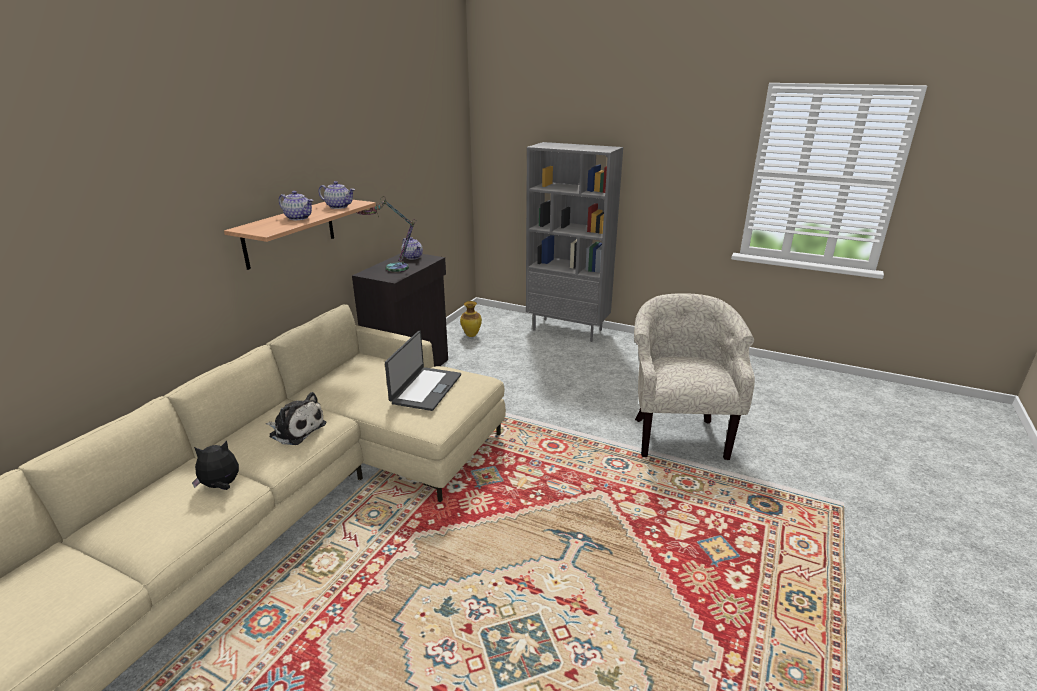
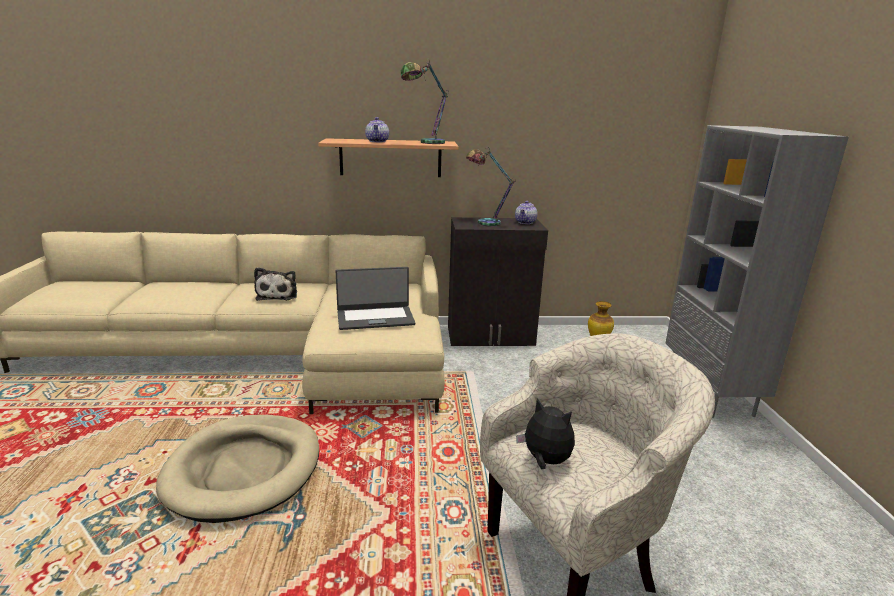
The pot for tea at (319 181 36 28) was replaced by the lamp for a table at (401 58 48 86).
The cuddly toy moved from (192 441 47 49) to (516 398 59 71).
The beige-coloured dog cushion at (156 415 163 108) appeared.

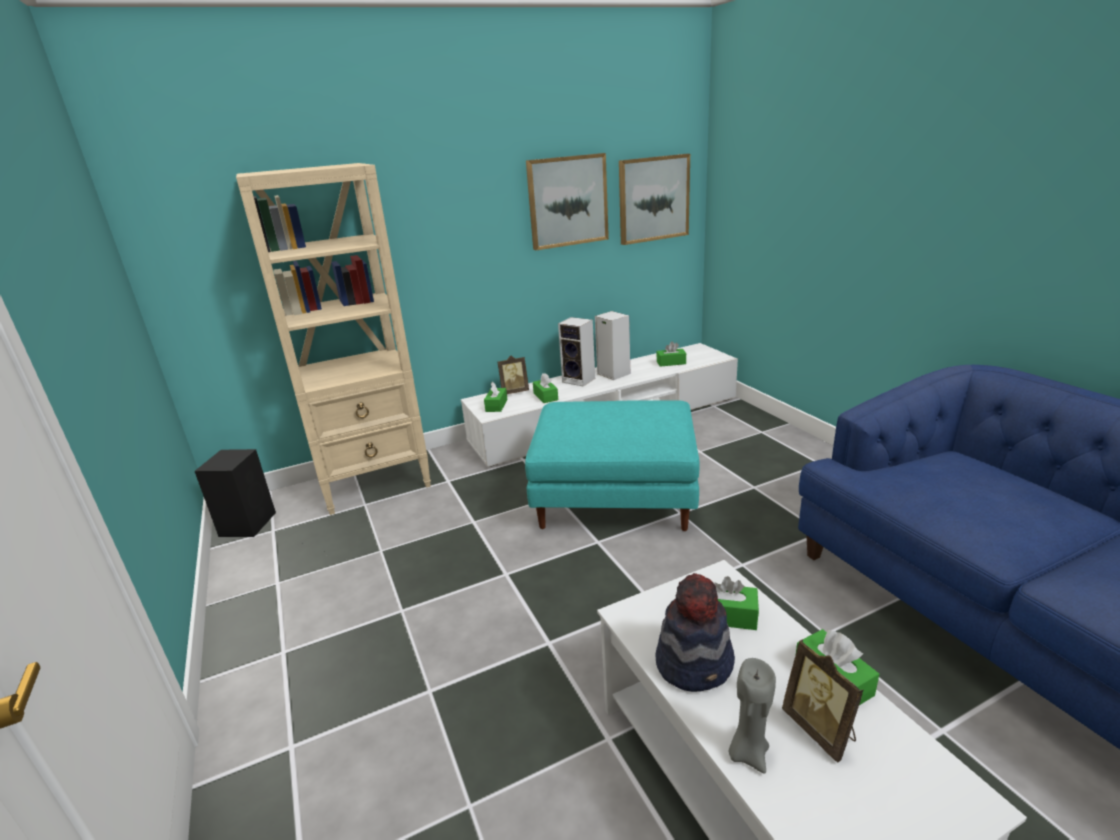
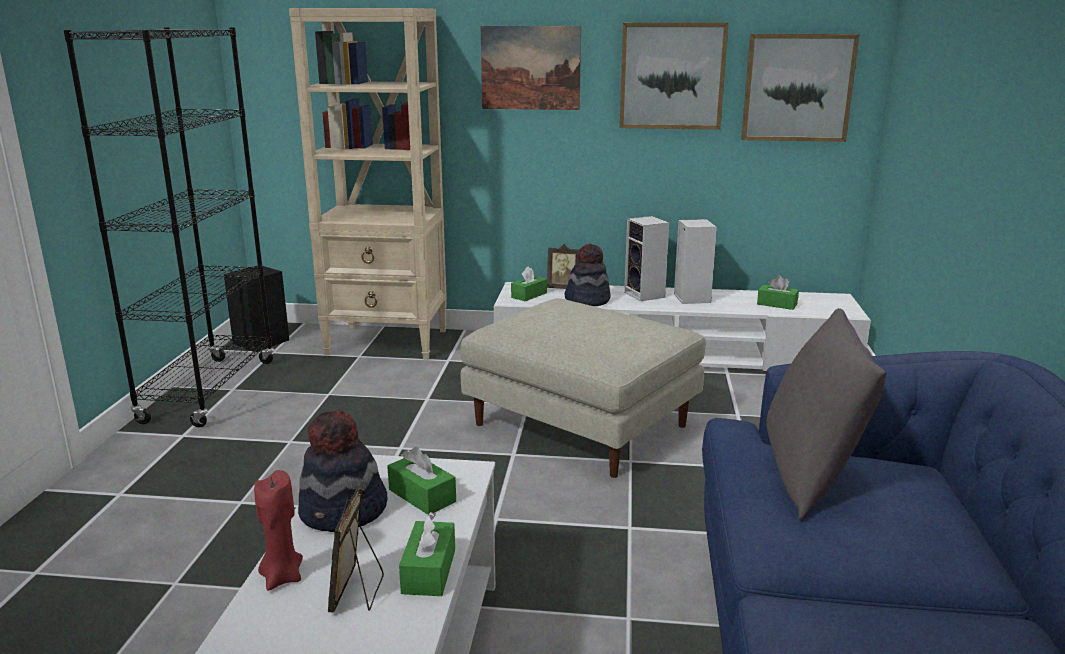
The green-coloured tissue holder at (533 373 25 30) was replaced by the hat at (564 244 47 62).
The blue-green footrest at (525 400 175 131) became the beige-coloured footrest at (461 298 244 180).
The greyish wax light at (729 658 47 116) became the red-coloured wax light at (254 470 49 121).
The wall art at (481 26 100 84) appeared.
The black-coloured shelving unit at (64 27 210 400) appeared.
The greyish cushion at (767 308 119 211) appeared.

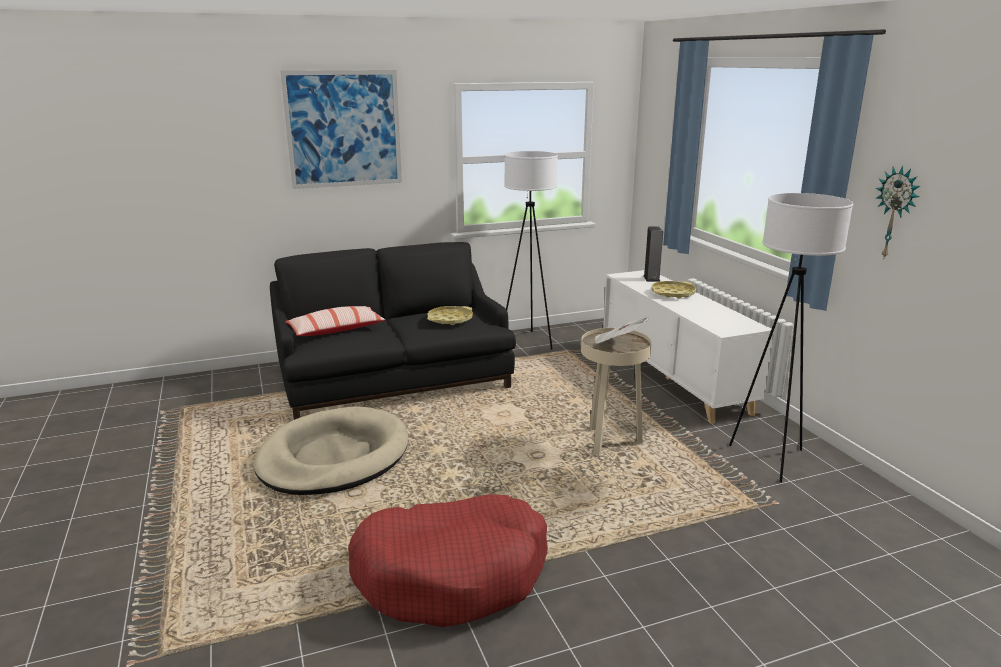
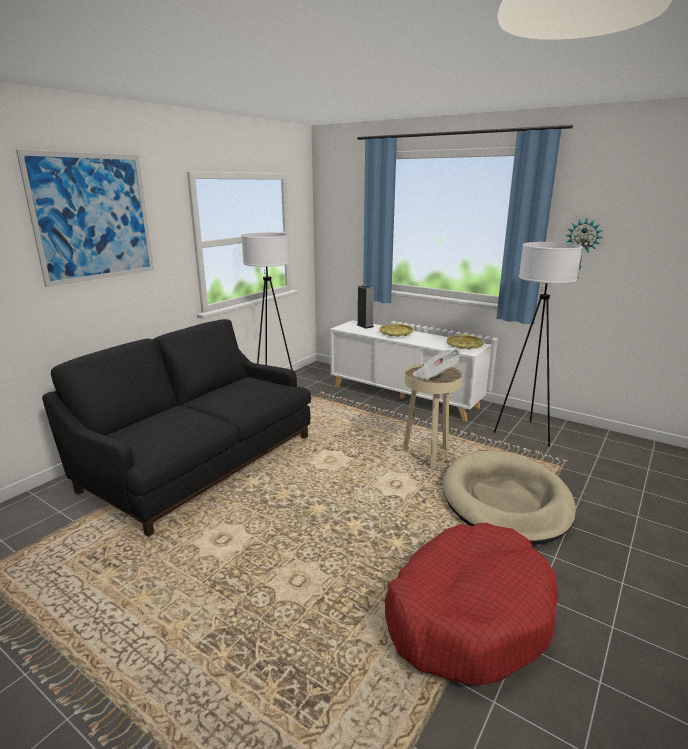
The cushion at (285 306 100 30) disappeared.
The yellowish serving tray moved from (427 306 46 19) to (447 334 37 15).
The beige-coloured dog cushion moved from (254 406 154 89) to (443 451 133 94).

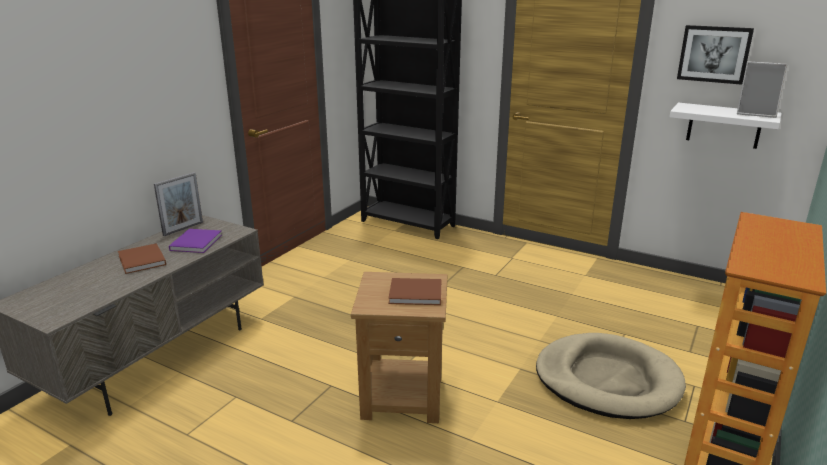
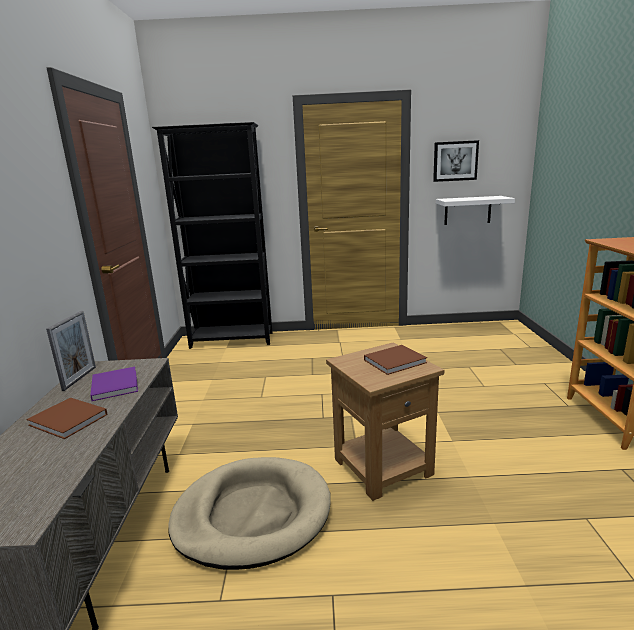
The photo frame at (737 61 51 57) disappeared.
The beige-coloured dog cushion moved from (536 333 150 86) to (168 457 163 113).

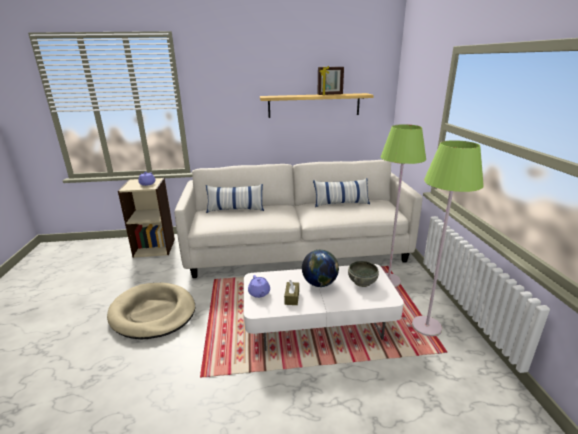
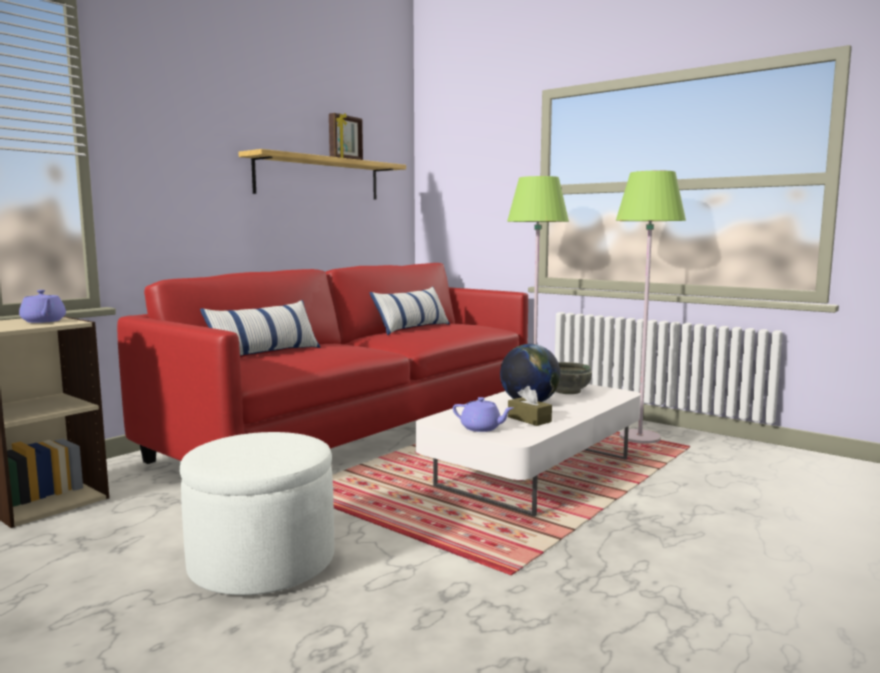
The white sofa at (174 160 248 118) became the red-coloured sofa at (117 263 411 201).
The beige-coloured dog cushion at (107 283 88 56) was replaced by the white footrest at (180 432 154 163).

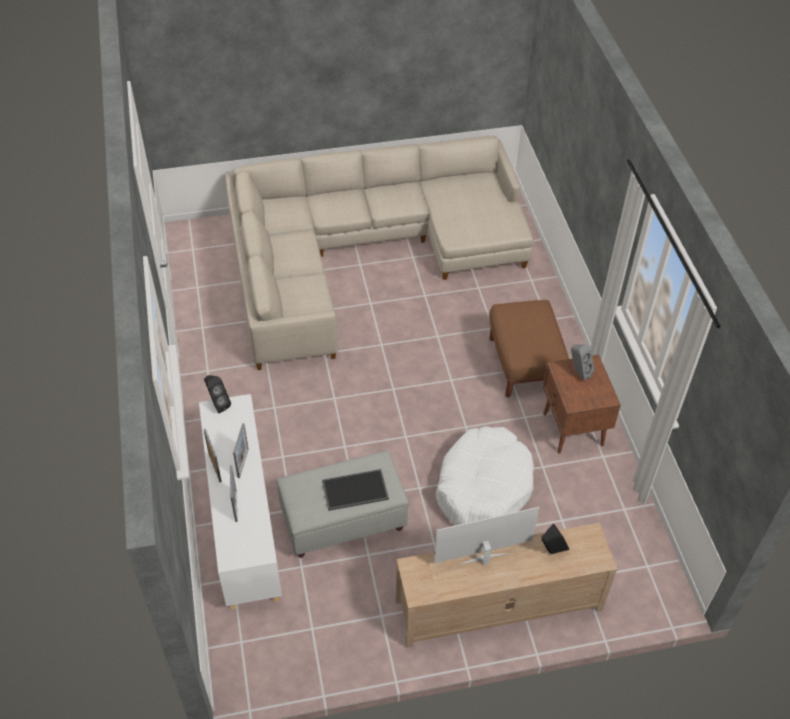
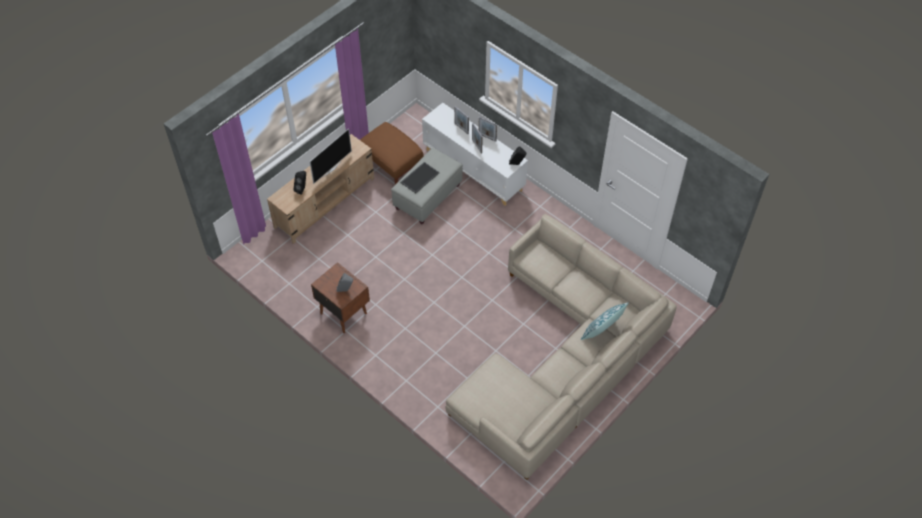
The brownish footrest moved from (489 300 80 98) to (360 122 64 63).
The white dog cushion at (436 426 98 99) disappeared.
The cushion at (581 302 47 38) appeared.

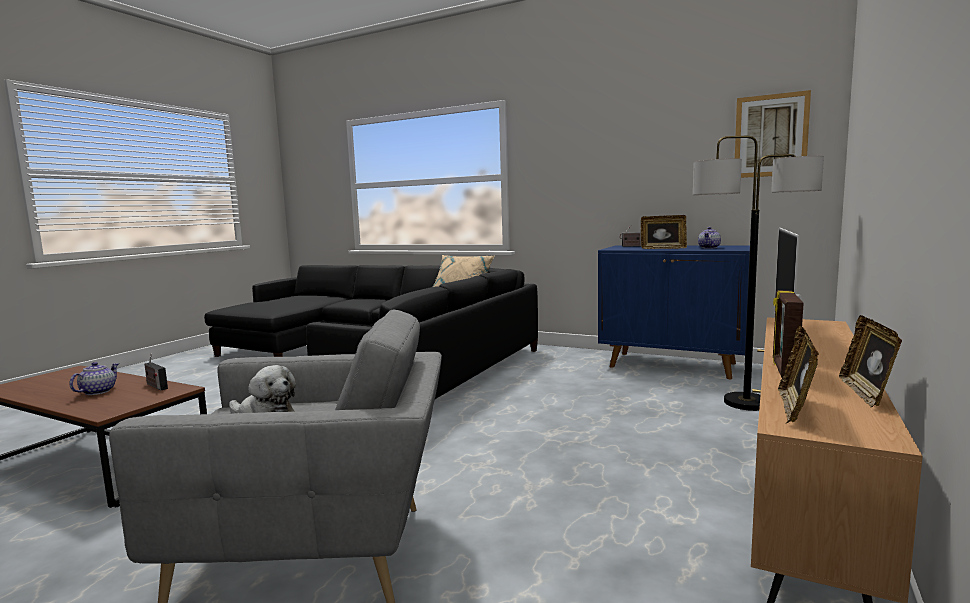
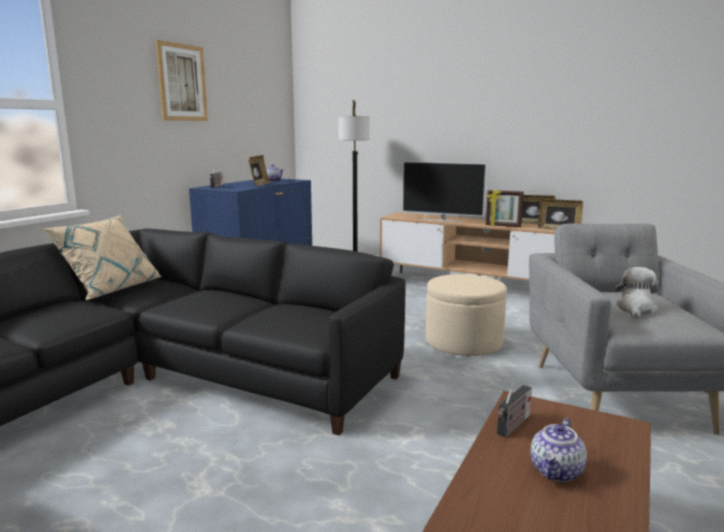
The wall art moved from (735 90 76 88) to (155 40 53 81).
The pot for tea at (69 362 51 33) turned 75 degrees counterclockwise.
The beige-coloured footrest at (426 274 81 83) appeared.

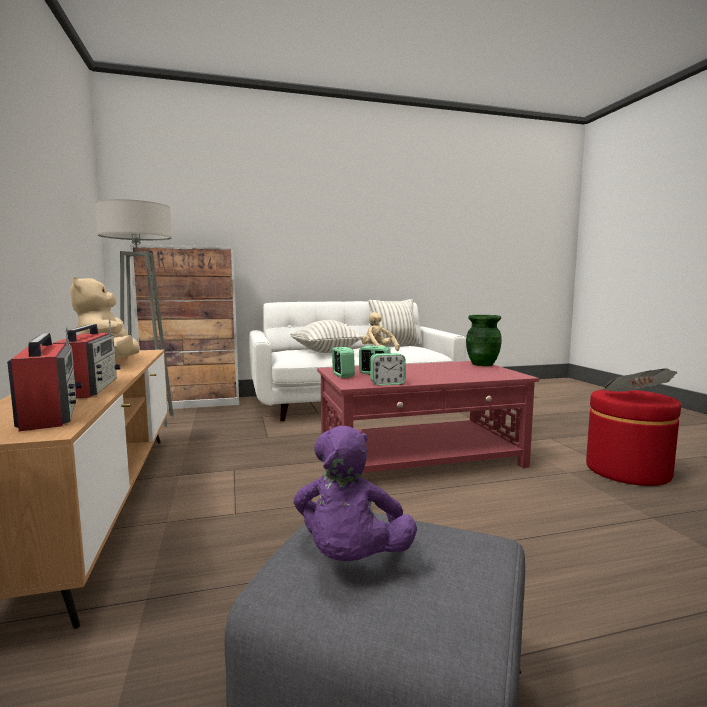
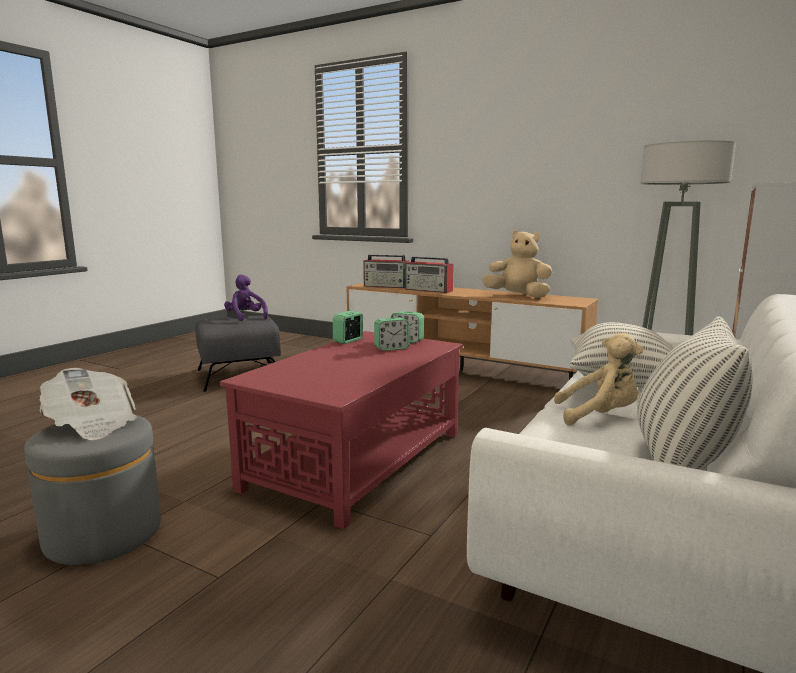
The green-coloured decorative vase at (466 315 36 51) disappeared.
The red-coloured footrest at (586 390 95 96) became the greyish footrest at (24 415 137 150).

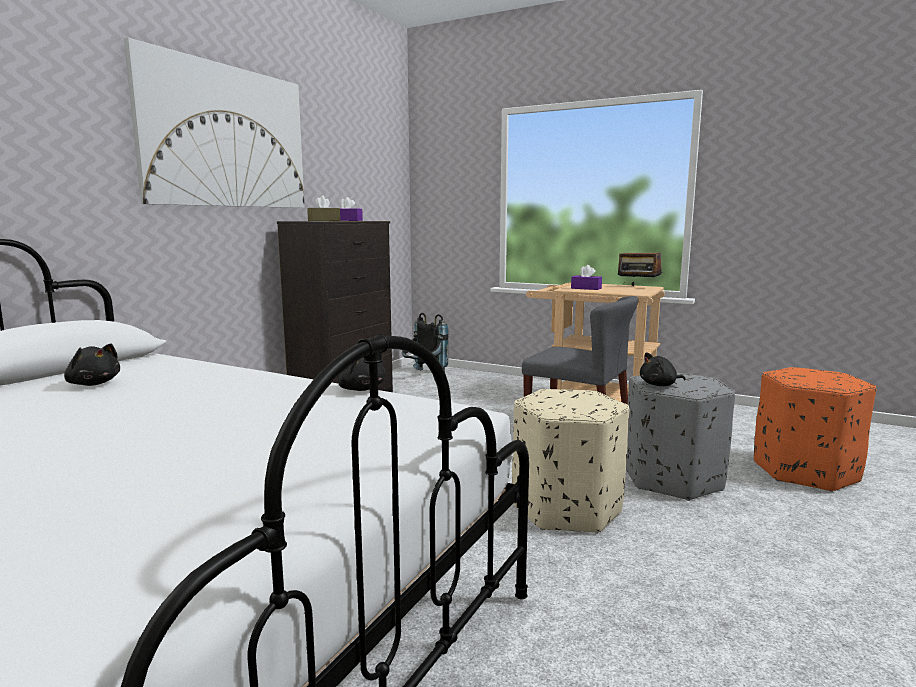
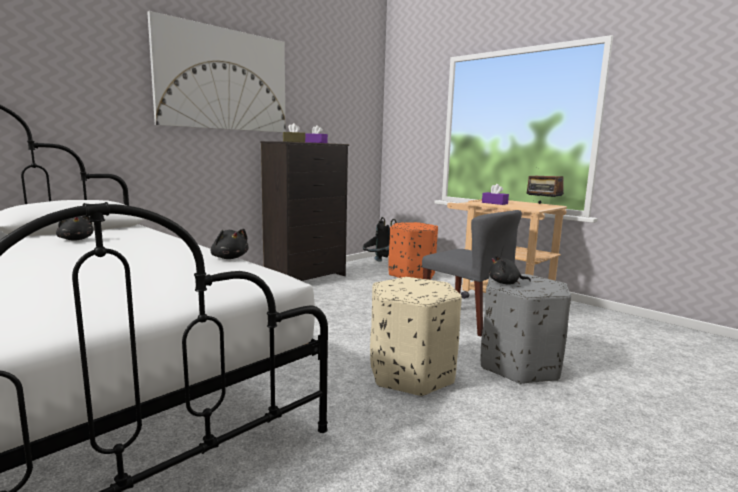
The orange-coloured footrest moved from (754 367 122 125) to (389 222 49 57).

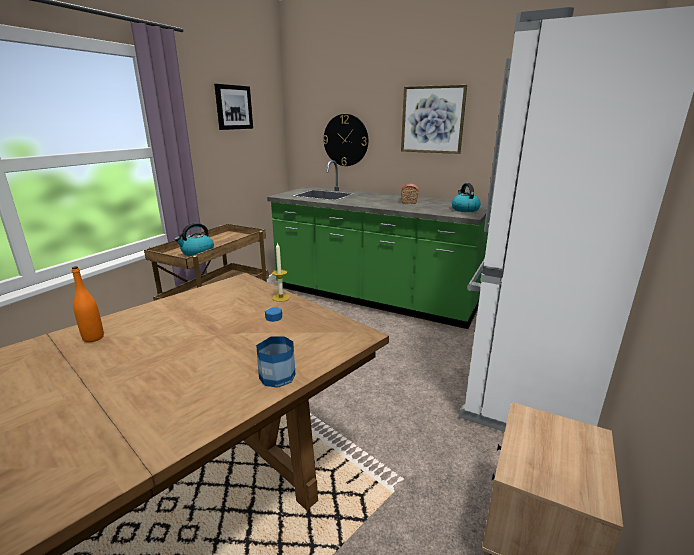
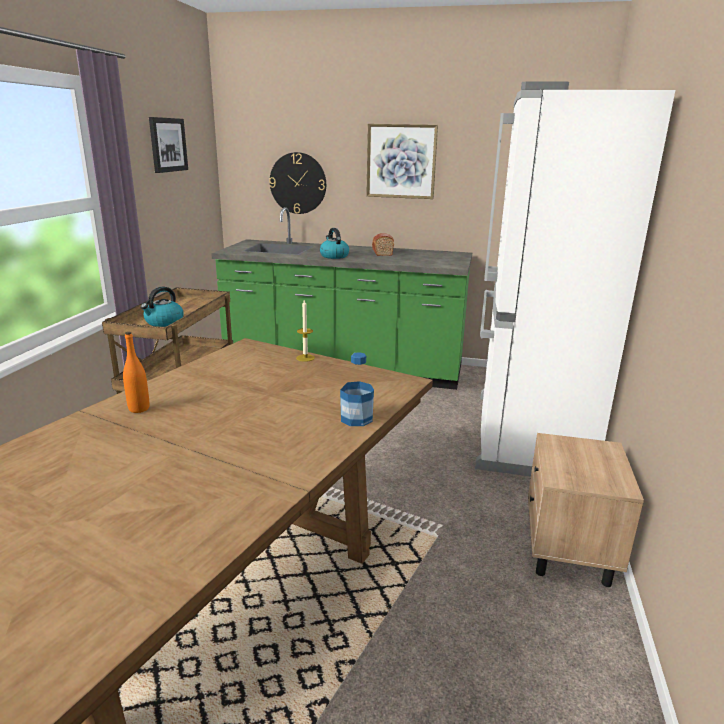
The water kettle moved from (452 183 29 29) to (320 228 29 31).

